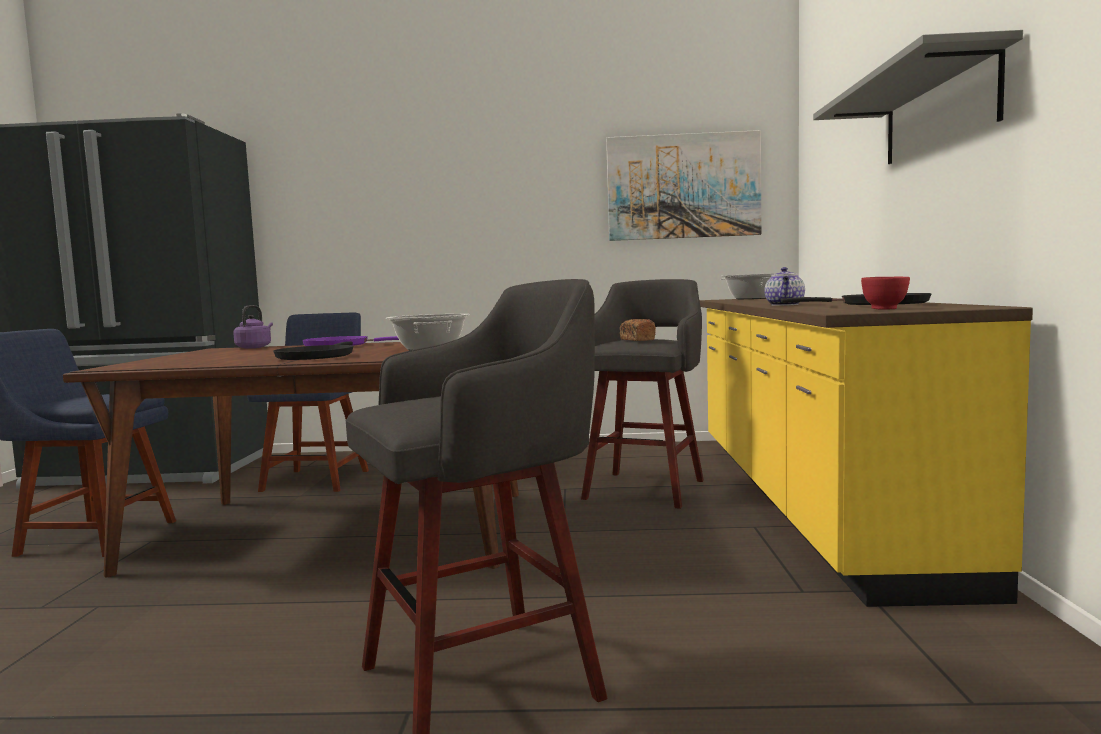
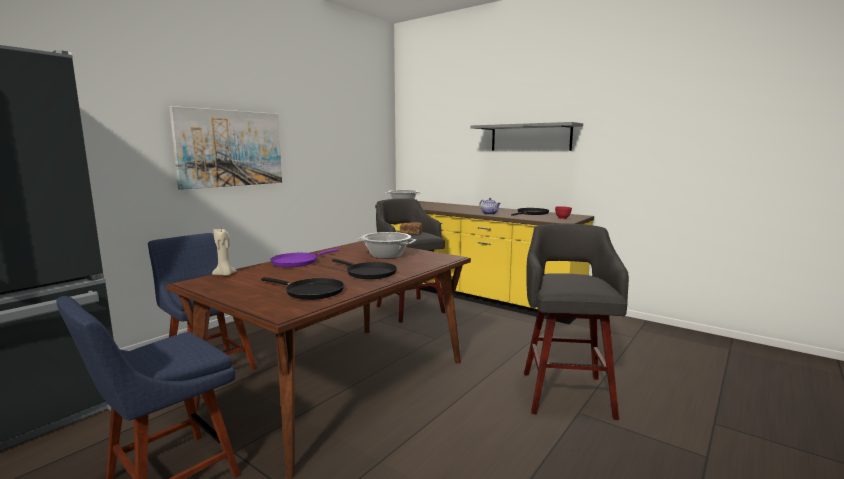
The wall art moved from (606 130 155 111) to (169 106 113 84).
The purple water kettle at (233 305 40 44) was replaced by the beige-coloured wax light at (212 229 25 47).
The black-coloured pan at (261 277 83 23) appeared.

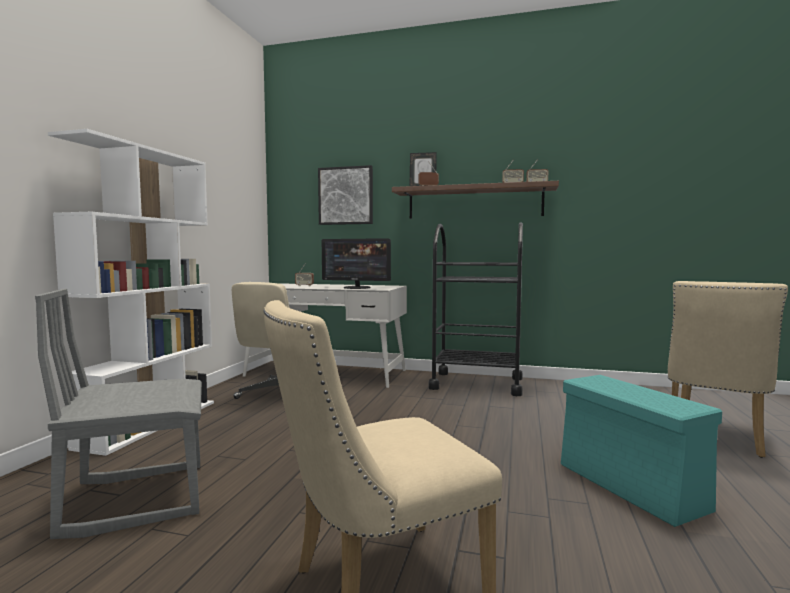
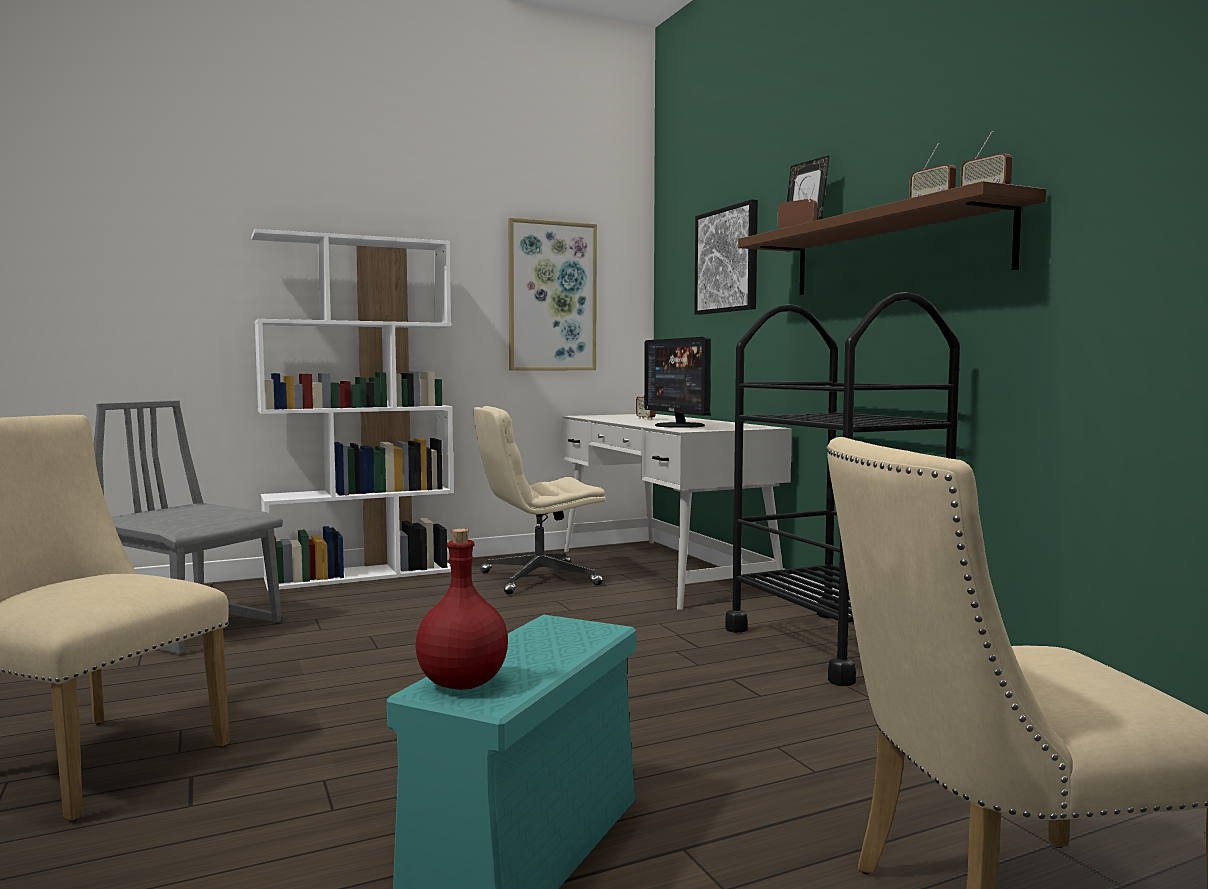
The wall art at (508 218 89 153) appeared.
The red-coloured bottle at (415 528 93 162) appeared.

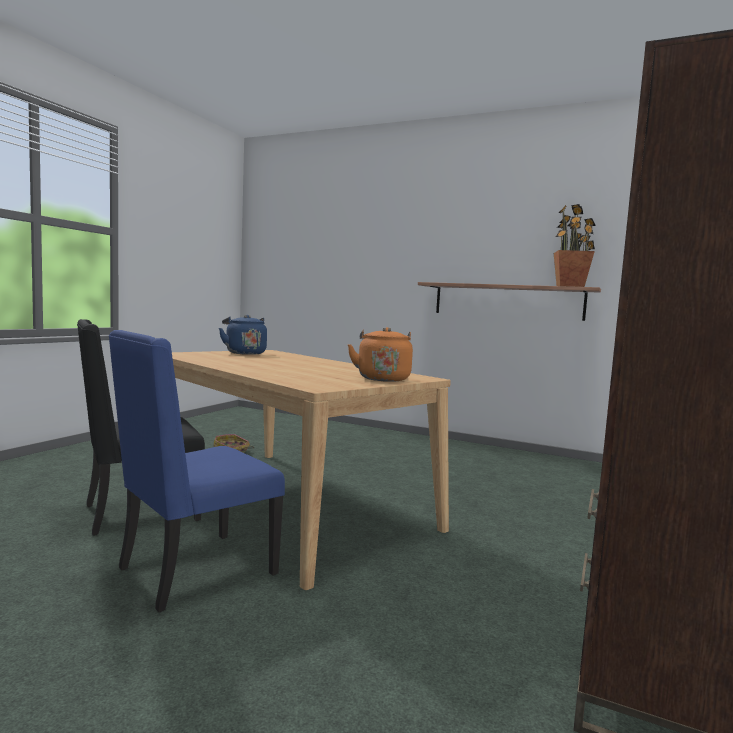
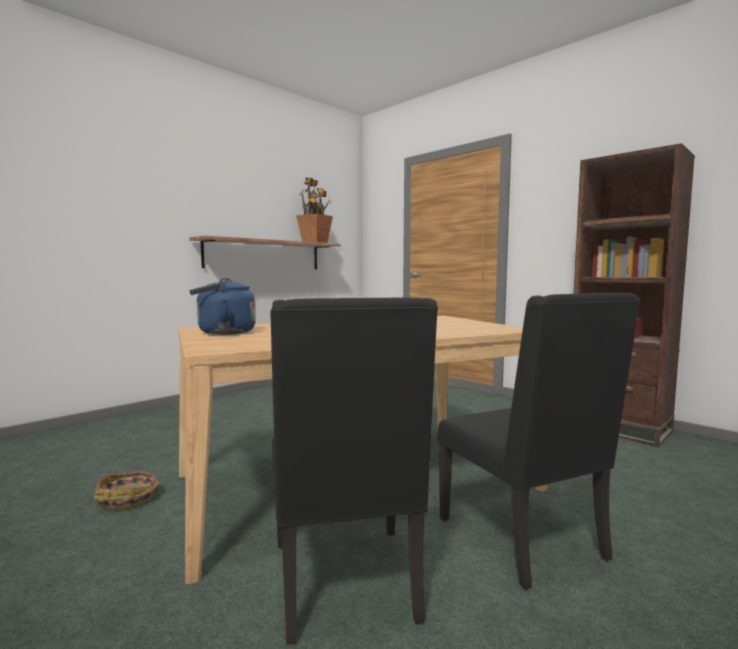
The orange-coloured water kettle at (348 327 65 55) disappeared.
The blue-coloured upright chair at (108 330 177 282) became the black-coloured upright chair at (437 293 203 297).

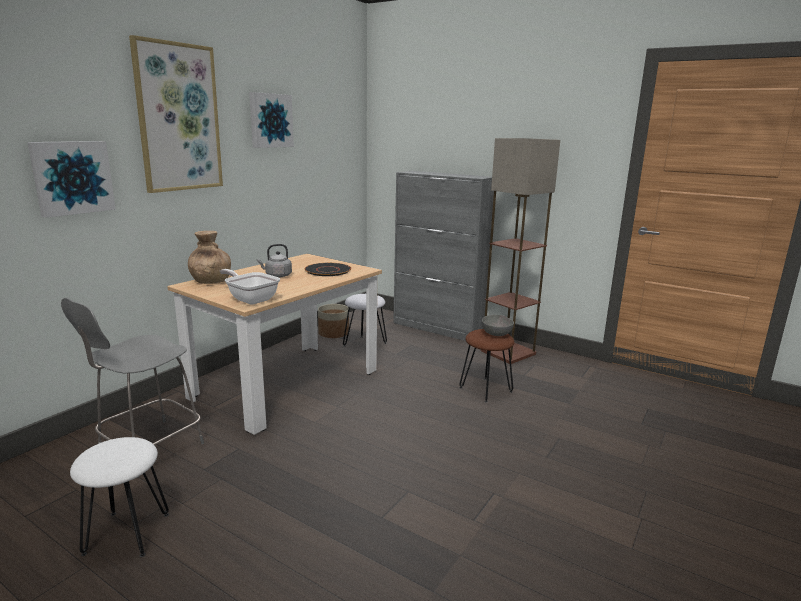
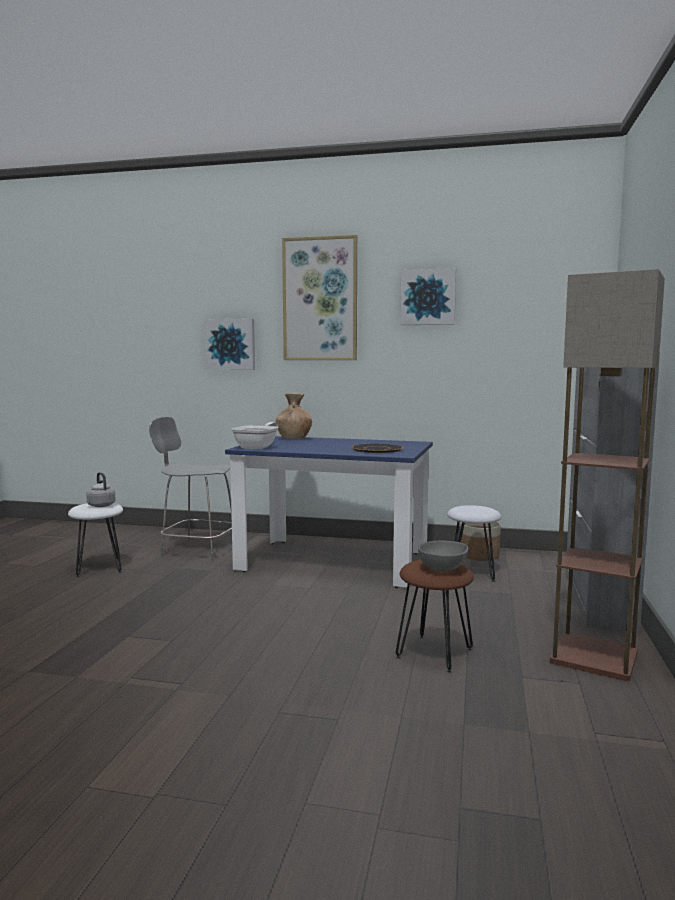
The greyish water kettle moved from (257 244 35 34) to (86 472 30 35).
The beige-coloured kitchen table at (167 254 215 181) became the blue-coloured kitchen table at (225 436 208 152).

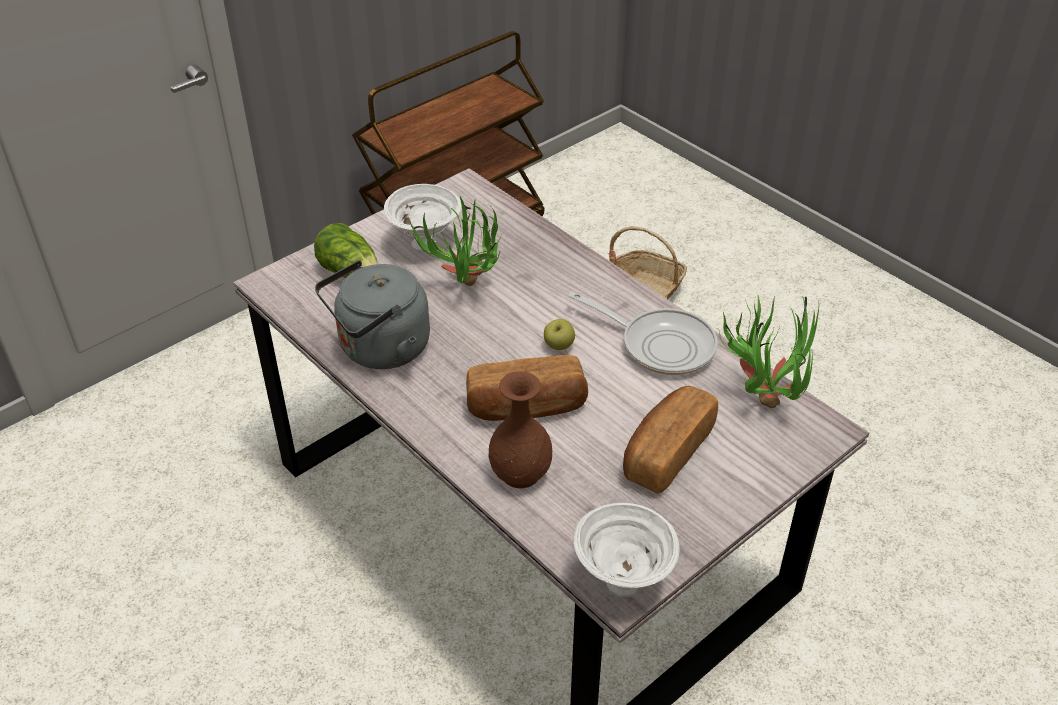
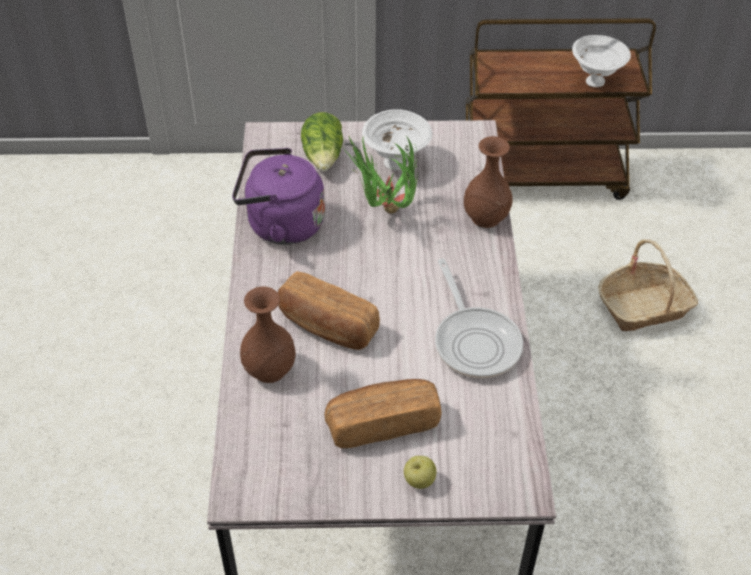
The greyish water kettle at (315 260 115 109) became the purple water kettle at (232 148 93 97).
The potted plant at (716 295 103 113) disappeared.
The apple fruit moved from (544 319 31 31) to (404 456 32 33).
The white serving bowl moved from (573 503 107 94) to (572 35 59 52).
The brownish decorative vase at (464 136 49 92) appeared.

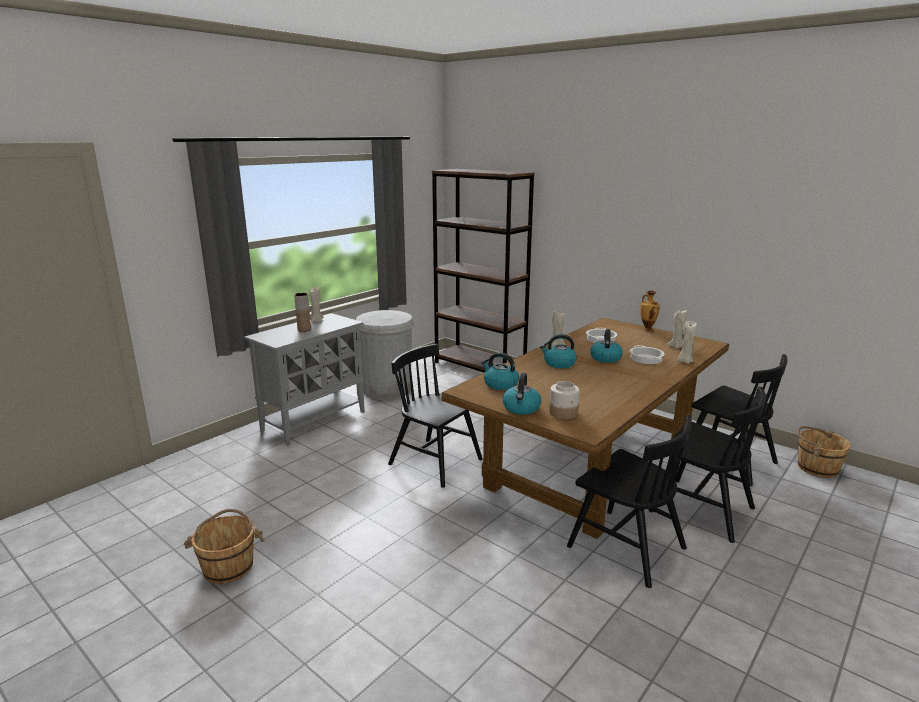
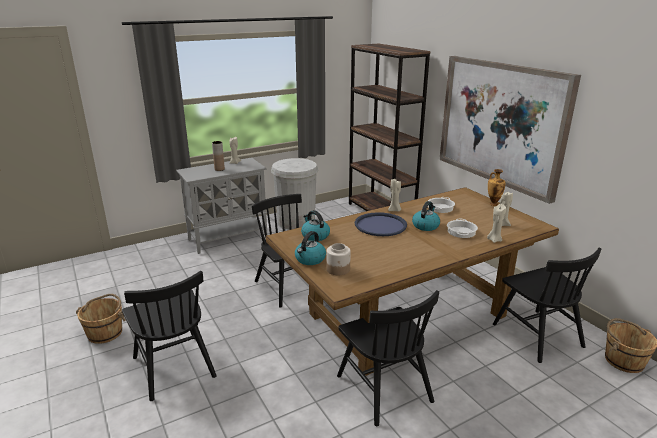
The water kettle at (540 334 37 34) was replaced by the blue-coloured serving tray at (355 212 52 24).
The black-coloured upright chair moved from (649 386 117 157) to (122 271 95 130).
The wall art at (439 56 142 148) appeared.

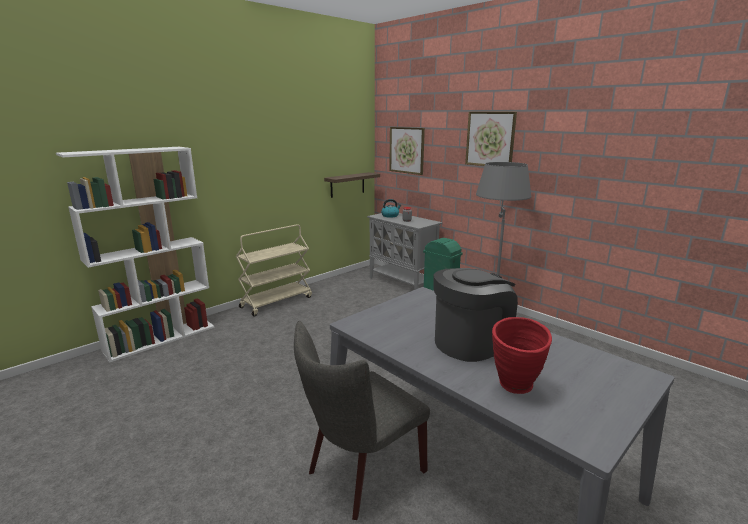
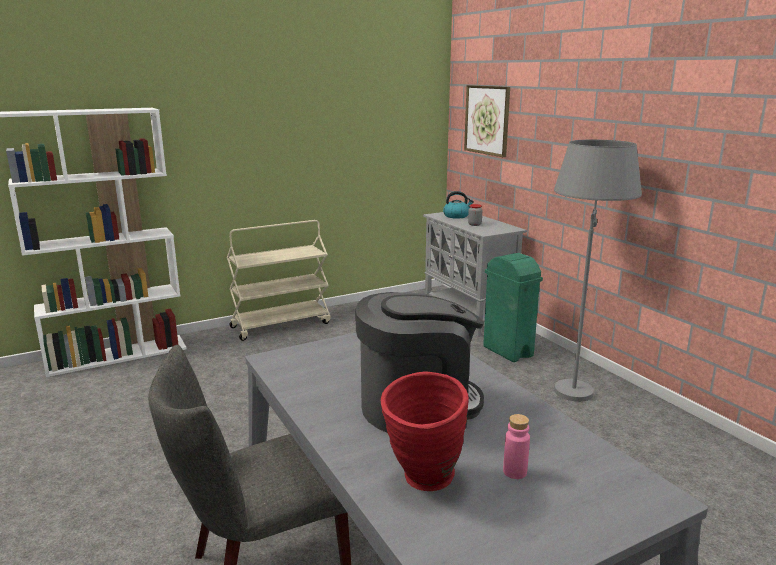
The wall art at (465 112 52 54) disappeared.
The shelf at (324 172 56 26) disappeared.
The pink-coloured bottle at (503 414 27 65) appeared.

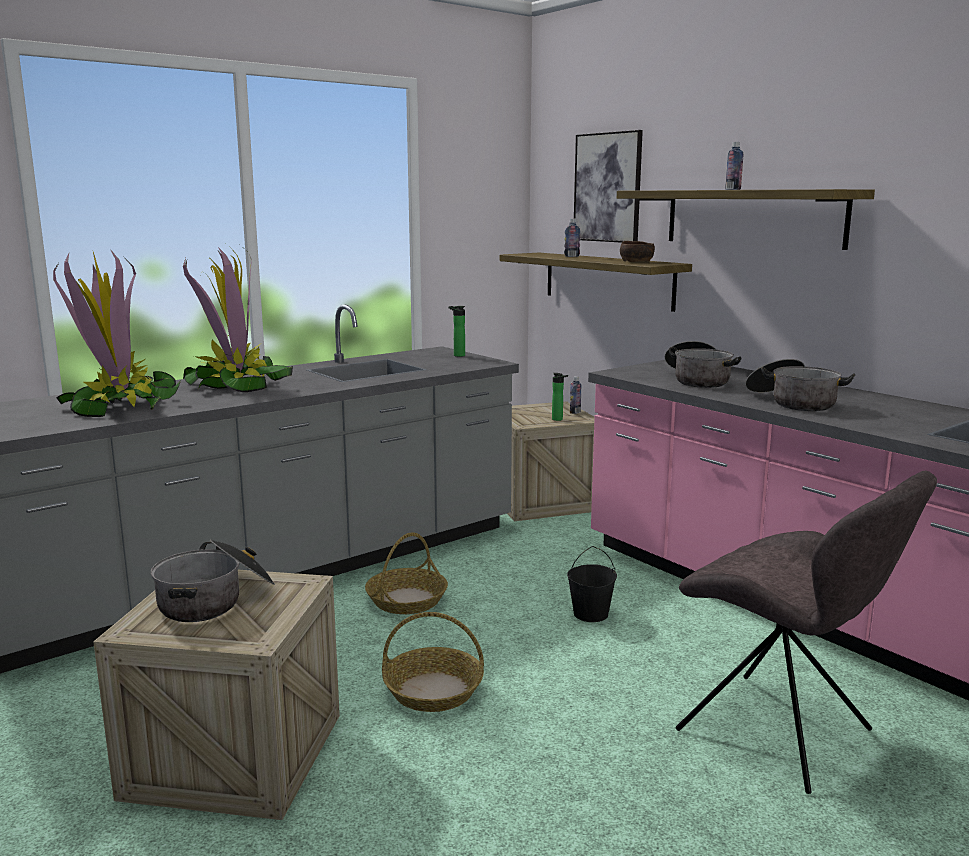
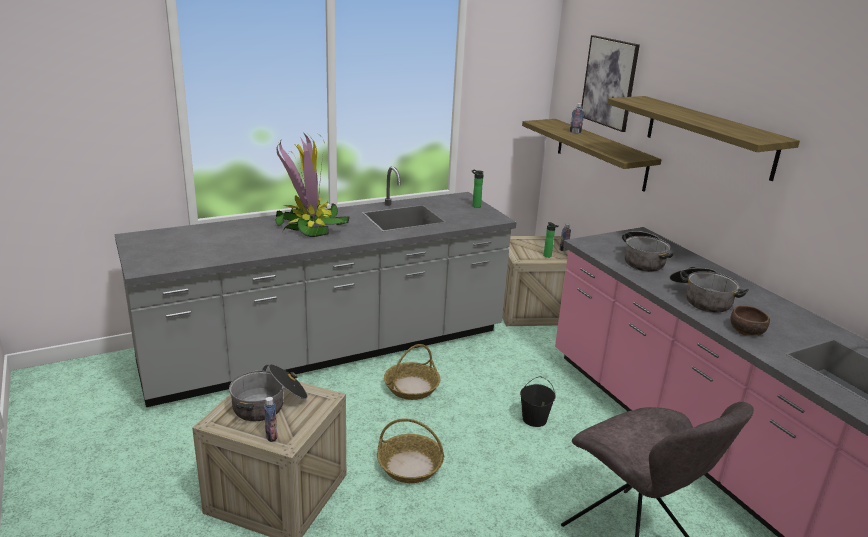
The bottle moved from (725 142 18 48) to (264 397 13 45).
The brownish serving bowl moved from (620 241 35 21) to (730 305 40 30).
The potted plant at (53 249 128 168) disappeared.

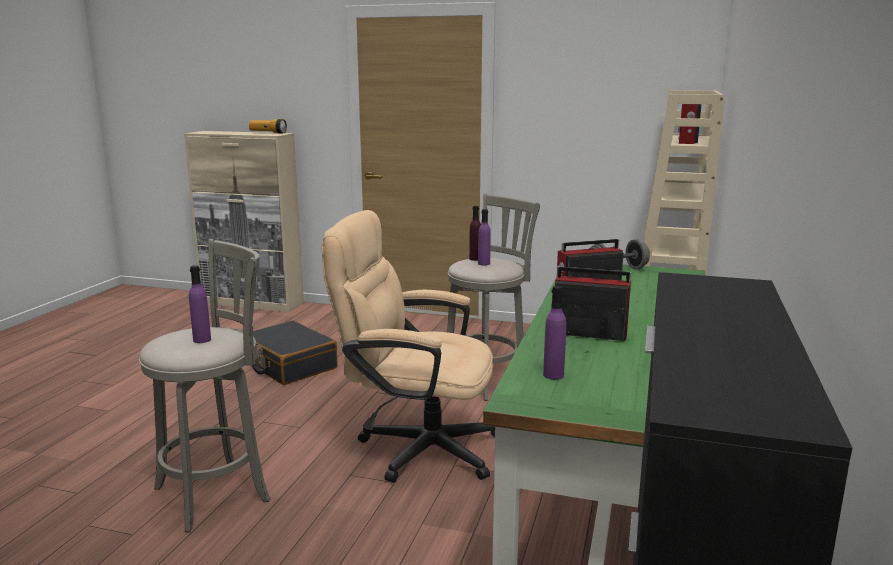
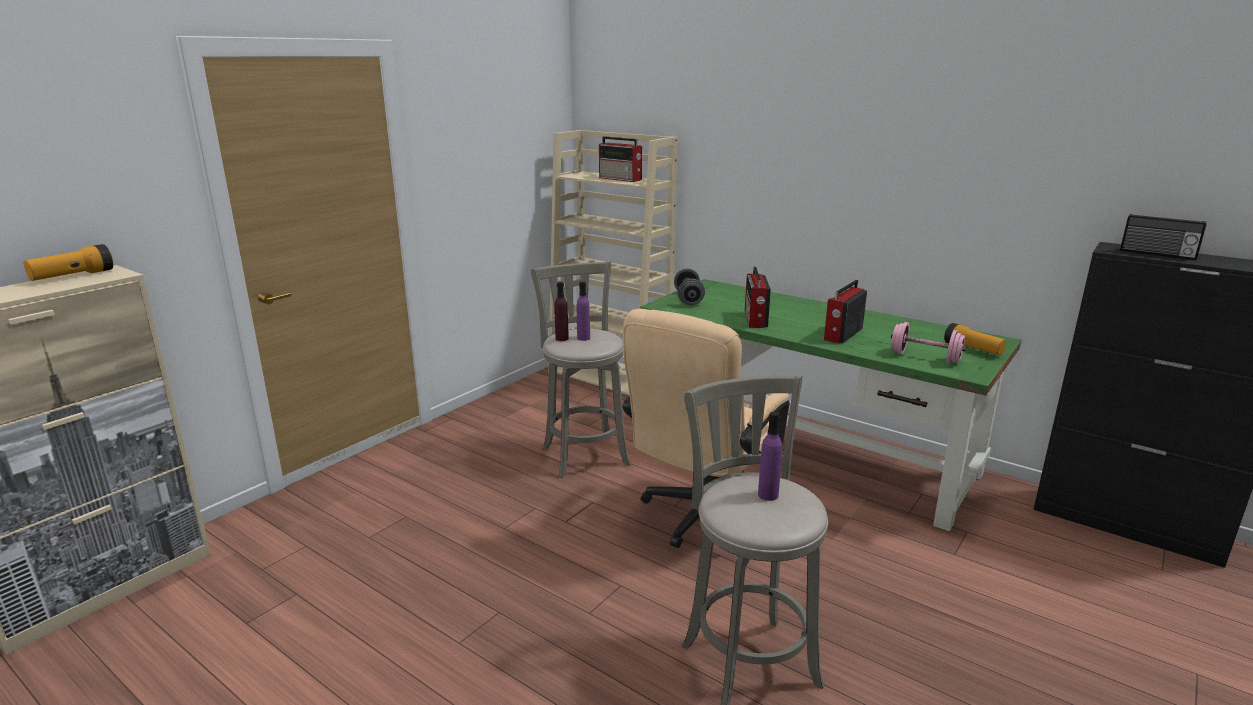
The purple bottle at (543 286 23 94) was replaced by the pink-coloured dumbbell at (891 322 75 41).
The black-coloured suitcase at (252 320 86 65) disappeared.
The radio receiver at (1120 214 87 46) appeared.
The flashlight at (944 323 62 32) appeared.

